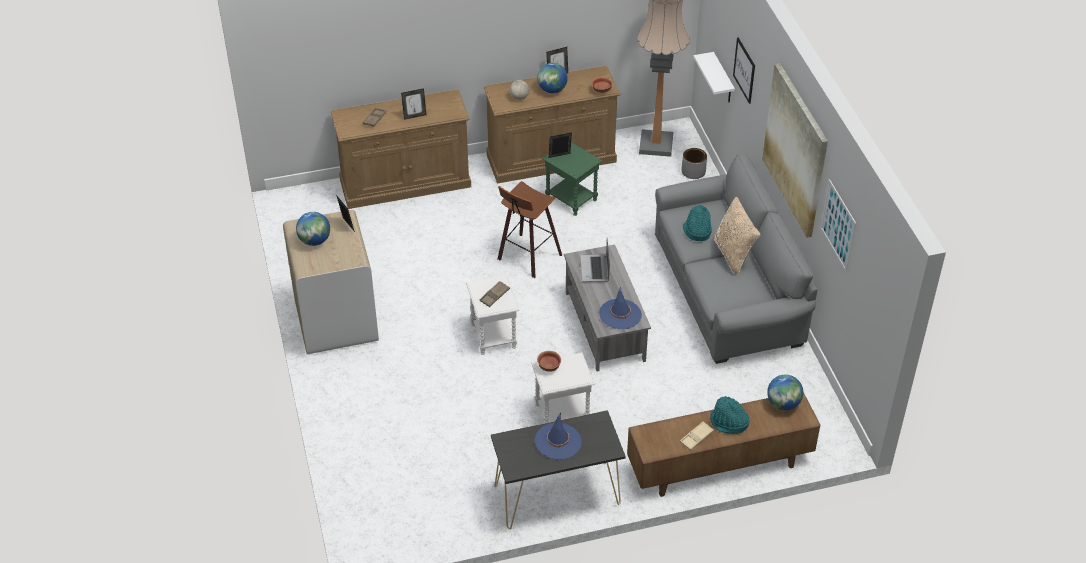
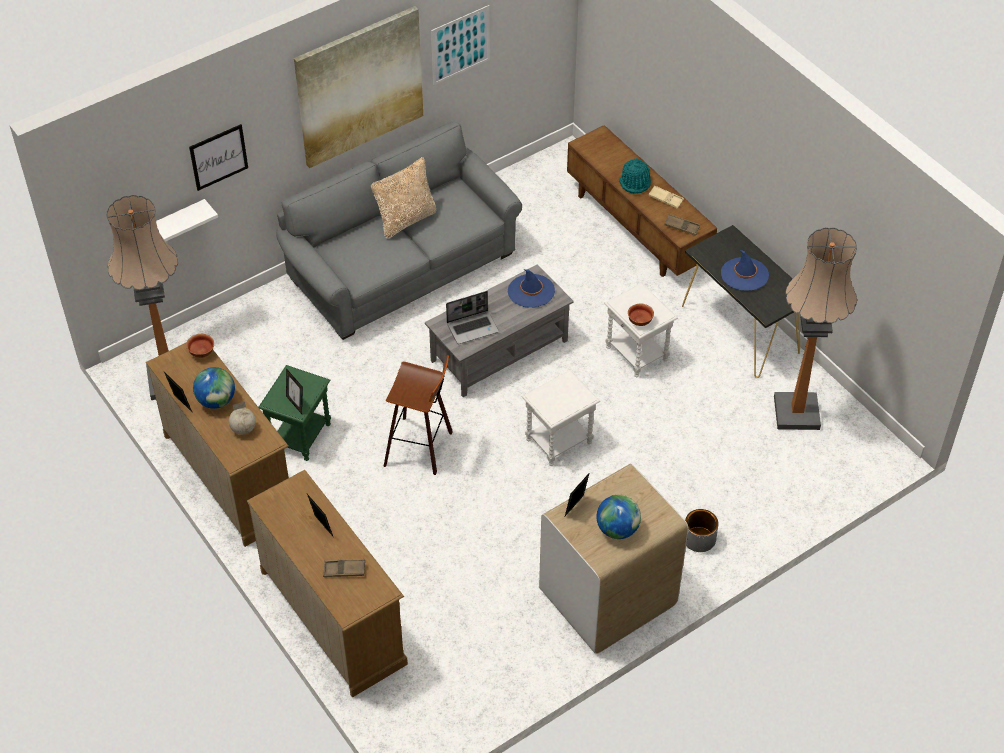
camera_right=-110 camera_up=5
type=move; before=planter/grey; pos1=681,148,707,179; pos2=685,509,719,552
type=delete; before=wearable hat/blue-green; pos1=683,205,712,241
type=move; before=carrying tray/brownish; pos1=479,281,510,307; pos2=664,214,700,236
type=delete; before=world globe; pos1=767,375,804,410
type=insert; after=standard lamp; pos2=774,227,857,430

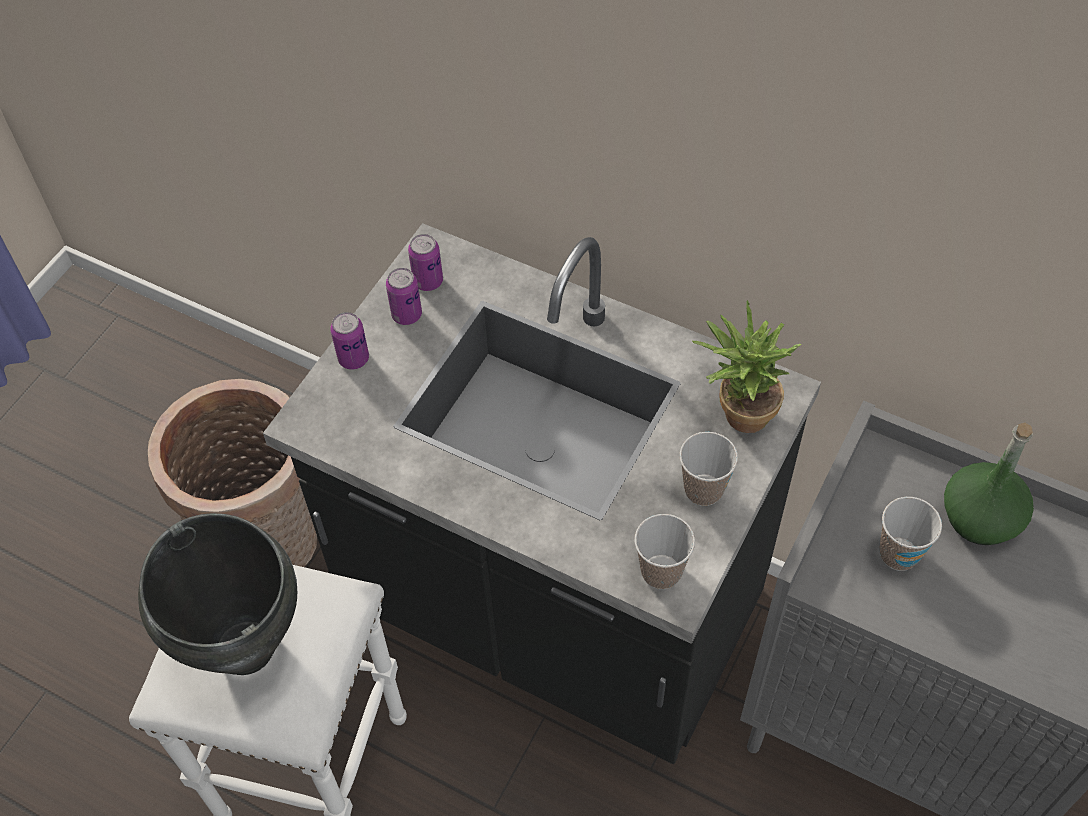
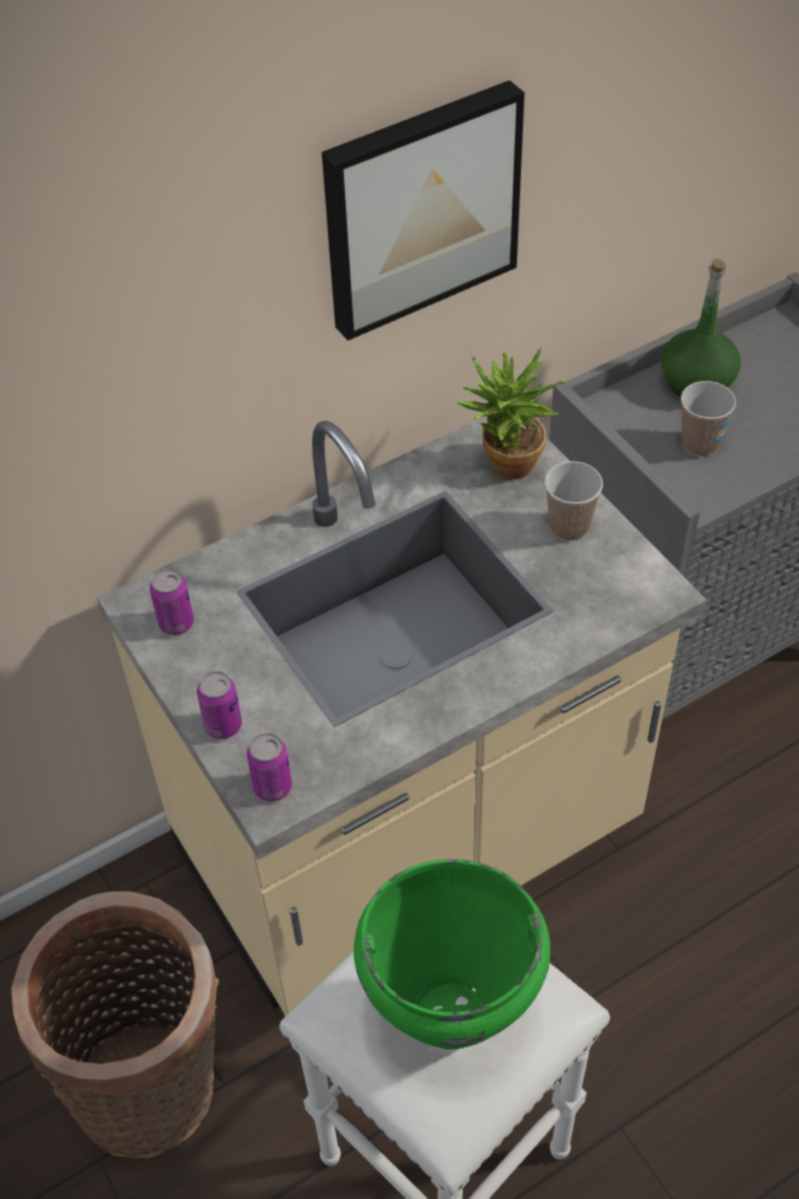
camera_right=-60 camera_up=-5
type=recolor; before=kitchen counter/blackish; after=kitchen counter/sand-coloured; pos1=263,223,821,764; pos2=97,416,707,1016
type=move; before=metal can; pos1=386,268,422,325; pos2=247,733,292,802
type=recolor; before=cooking pot/blackish; after=cooking pot/green; pos1=138,513,297,675; pos2=354,859,551,1050
type=delete; before=cup; pos1=634,514,695,589
type=insert; after=wall picture; pos2=322,80,525,340

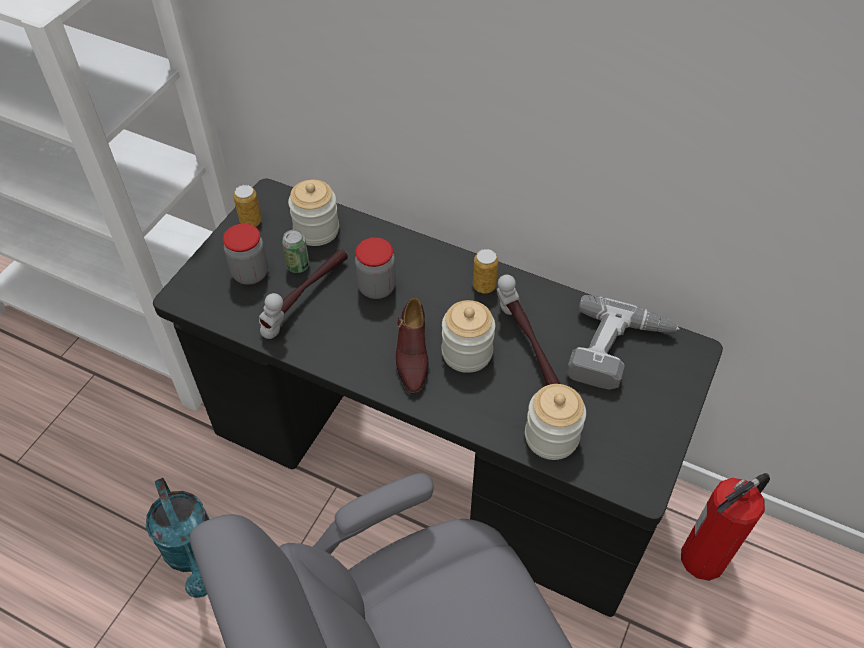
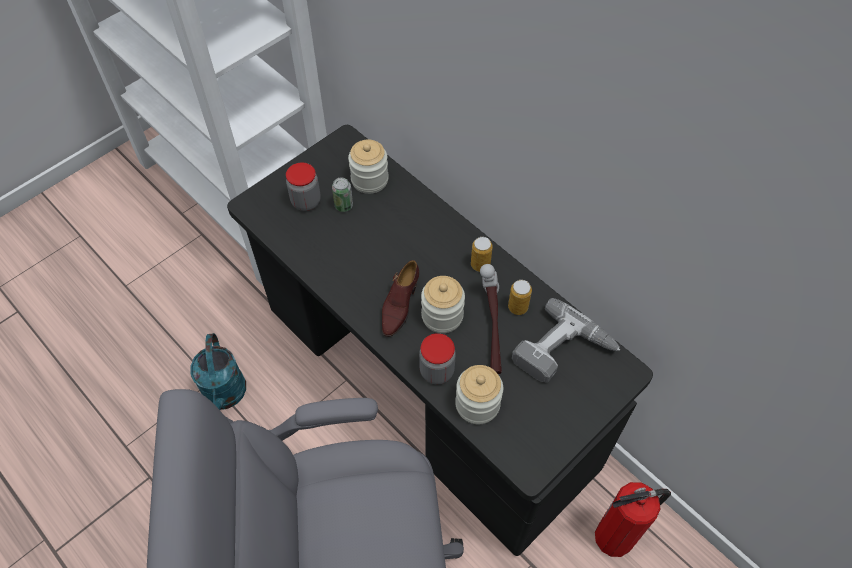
camera_right=20 camera_up=5
type=move; before=metal can; pos1=233,185,262,227; pos2=508,280,532,315
type=move; before=preserve jar; pos1=355,237,396,299; pos2=419,333,456,384
type=delete; before=tool hammer; pos1=259,249,348,339

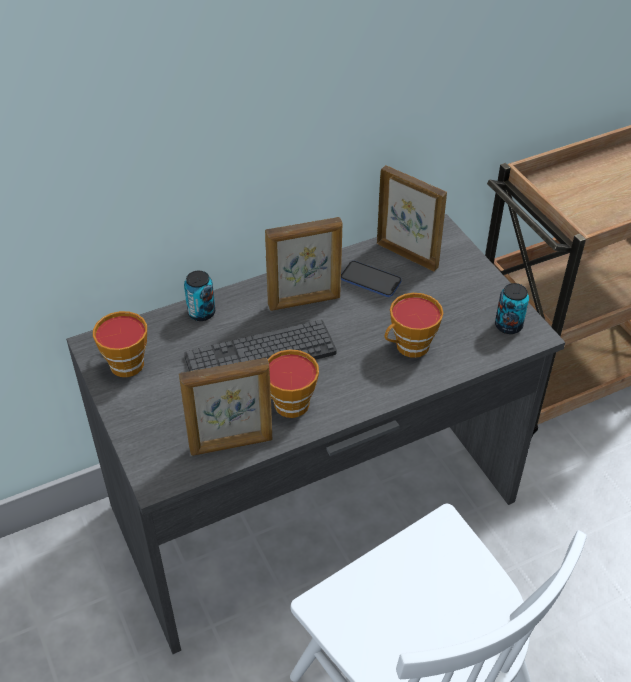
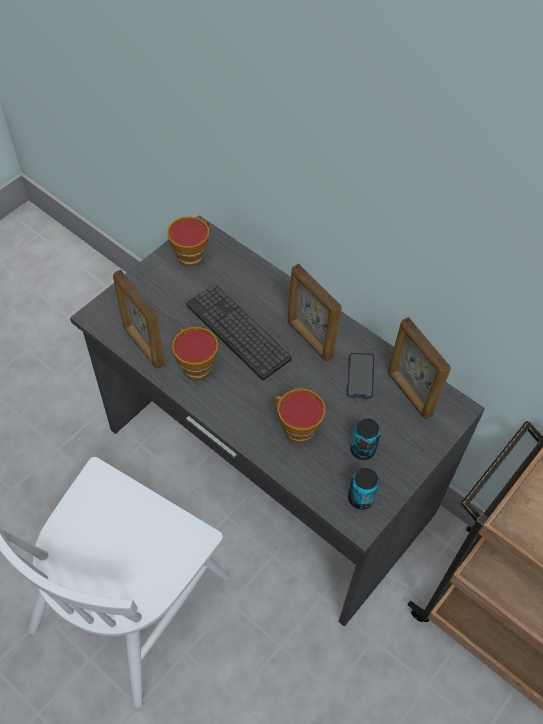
camera_right=65 camera_up=10
type=rotate; before=standing frame; pos1=377,165,447,271; pos2=388,317,451,419; turn=135
type=move; before=metal can; pos1=184,271,215,321; pos2=350,418,381,460

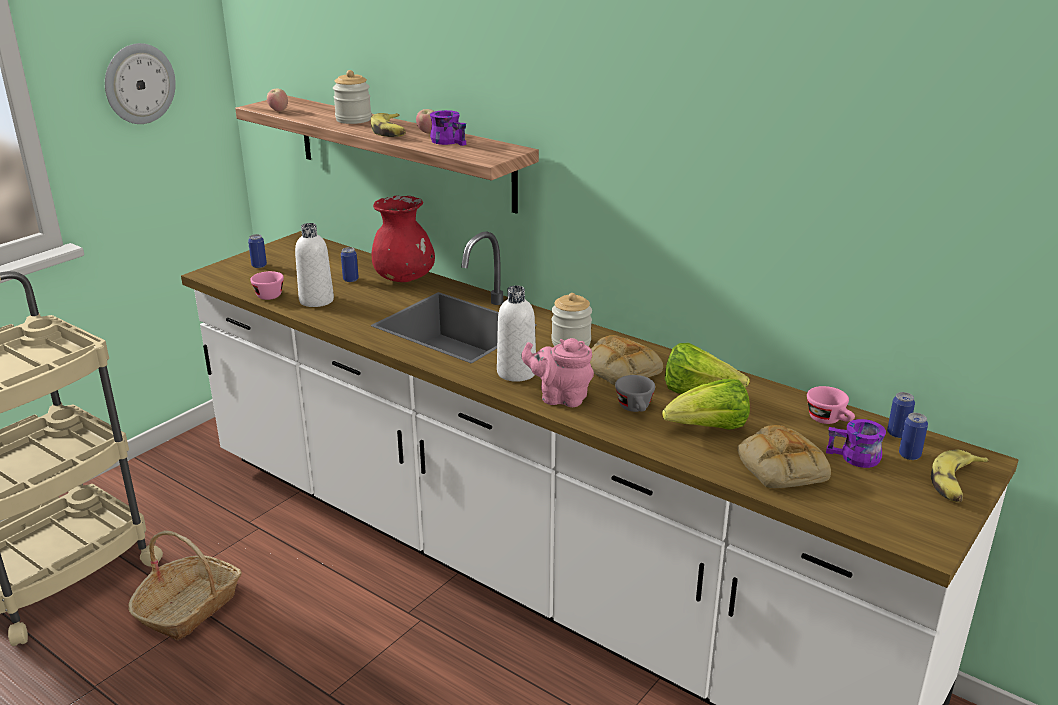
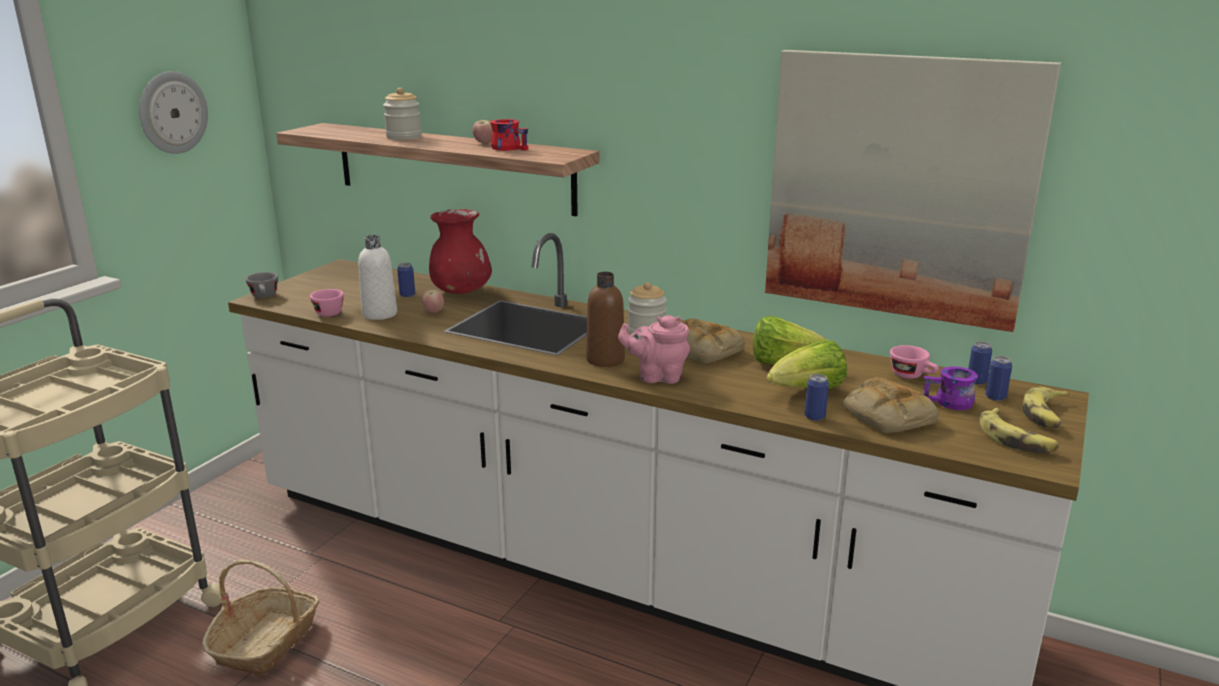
camera_right=-10 camera_up=-5
type=move; before=whole apple; pos1=267,89,288,111; pos2=422,290,444,313
type=recolor; before=tea mug/purple; after=tea mug/reddish; pos1=430,110,466,146; pos2=490,119,528,151
type=move; before=whole banana; pos1=371,113,406,137; pos2=979,408,1059,453
type=move; before=metal can; pos1=248,234,267,268; pos2=805,374,829,421
type=recolor; before=bottle/white-coloured; after=bottle/brownish; pos1=497,286,536,382; pos2=586,272,625,367
type=move; before=cup/grey; pos1=615,375,655,412; pos2=245,272,278,298
type=insert; after=wall picture; pos2=765,50,1061,332

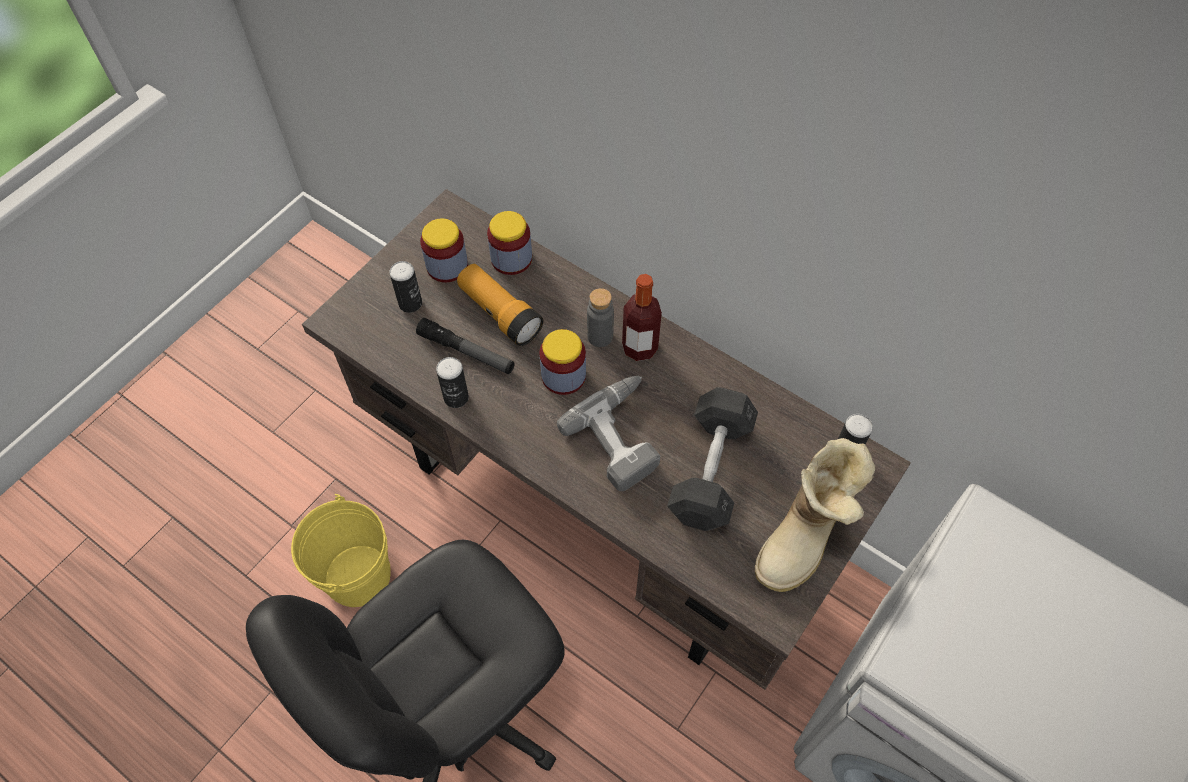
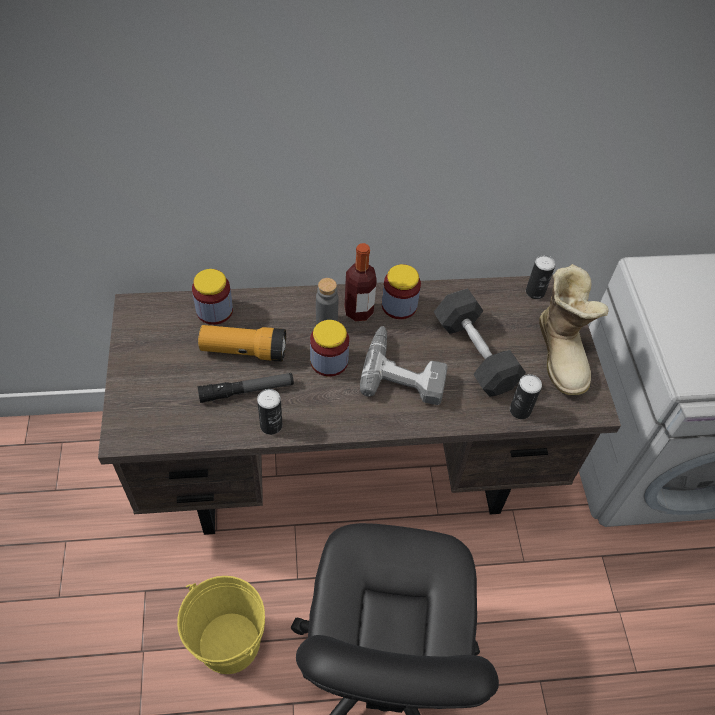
camera_right=-45 camera_up=-5
type=move; before=preserve jar; pos1=420,218,468,282; pos2=382,264,421,319
type=move; before=metal can; pos1=389,261,422,313; pos2=510,374,542,419

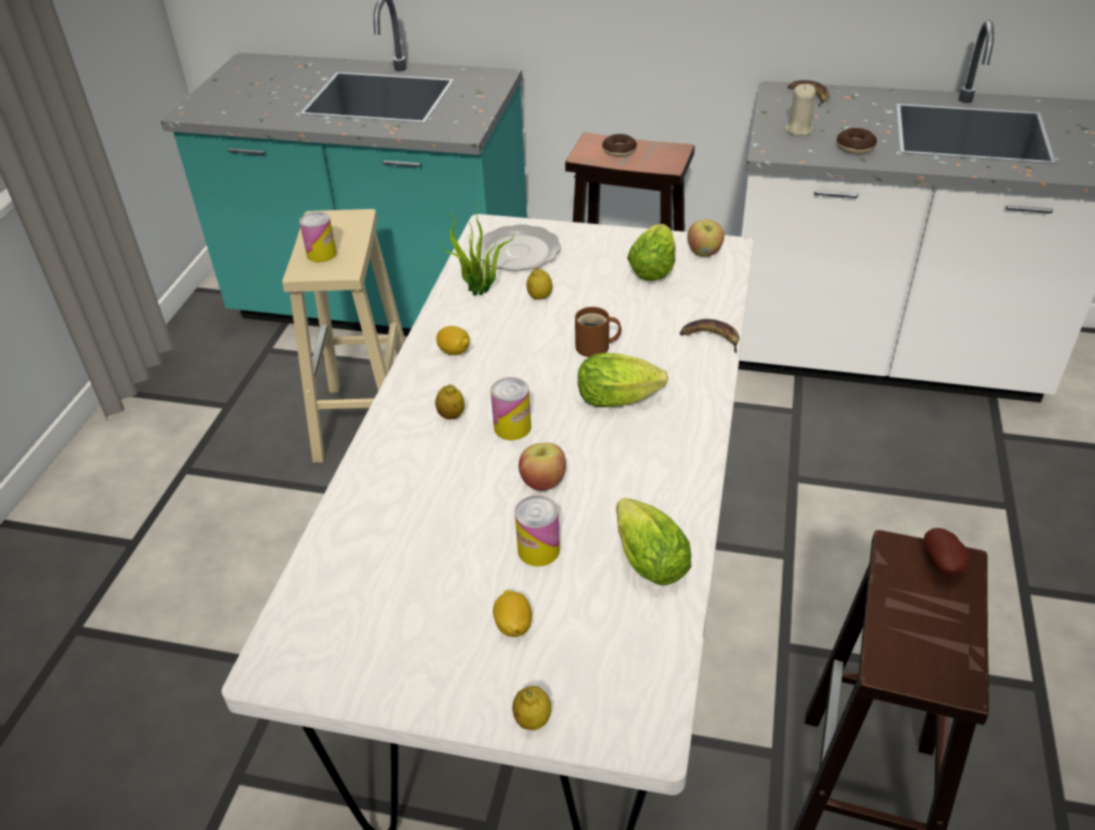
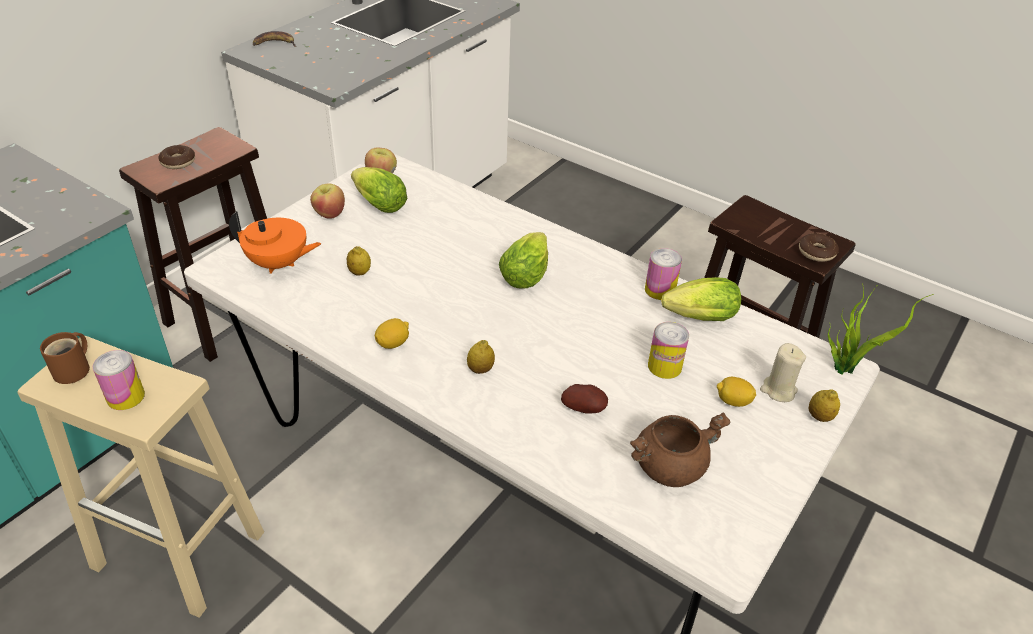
camera_right=-70 camera_up=0
type=move; before=wax candle/sand-coloured; pos1=785,84,816,136; pos2=760,343,806,402
type=move; before=ring doughnut; pos1=837,128,877,154; pos2=799,233,839,262
type=move; before=plant in a pot; pos1=439,202,514,295; pos2=828,283,934,374
type=replace; before=flat dish; after=pot for tea/orange-coloured; pos1=476,224,561,271; pos2=229,211,321,274
type=move; before=tea mug/brownish; pos1=575,307,621,357; pos2=40,332,90,384
type=delete; before=whole banana; pos1=680,319,739,353
type=move; before=metal can; pos1=491,377,531,440; pos2=645,248,682,300
type=move; before=whole apple; pos1=519,443,566,491; pos2=310,183,345,219
type=move; before=potato; pos1=924,528,969,576; pos2=561,384,608,413
type=insert; after=cooking pot/brownish; pos2=630,413,731,487

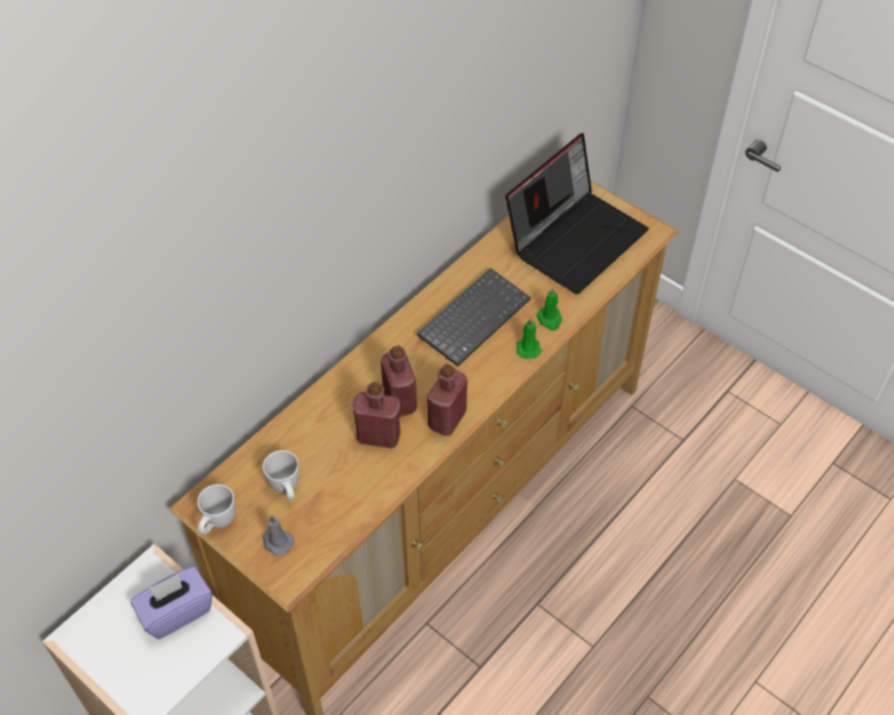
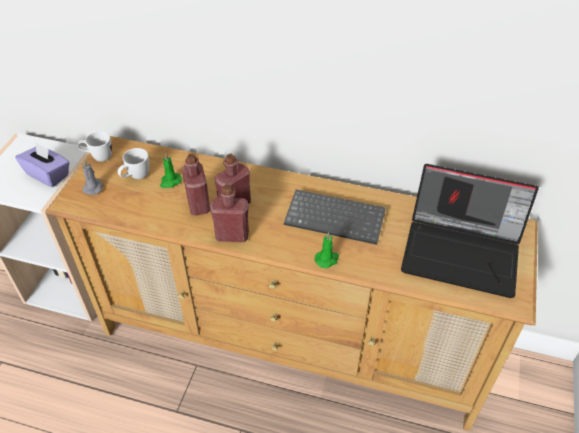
camera_right=65 camera_up=-5
type=move; before=wax candle/green; pos1=536,287,562,331; pos2=160,154,182,188

